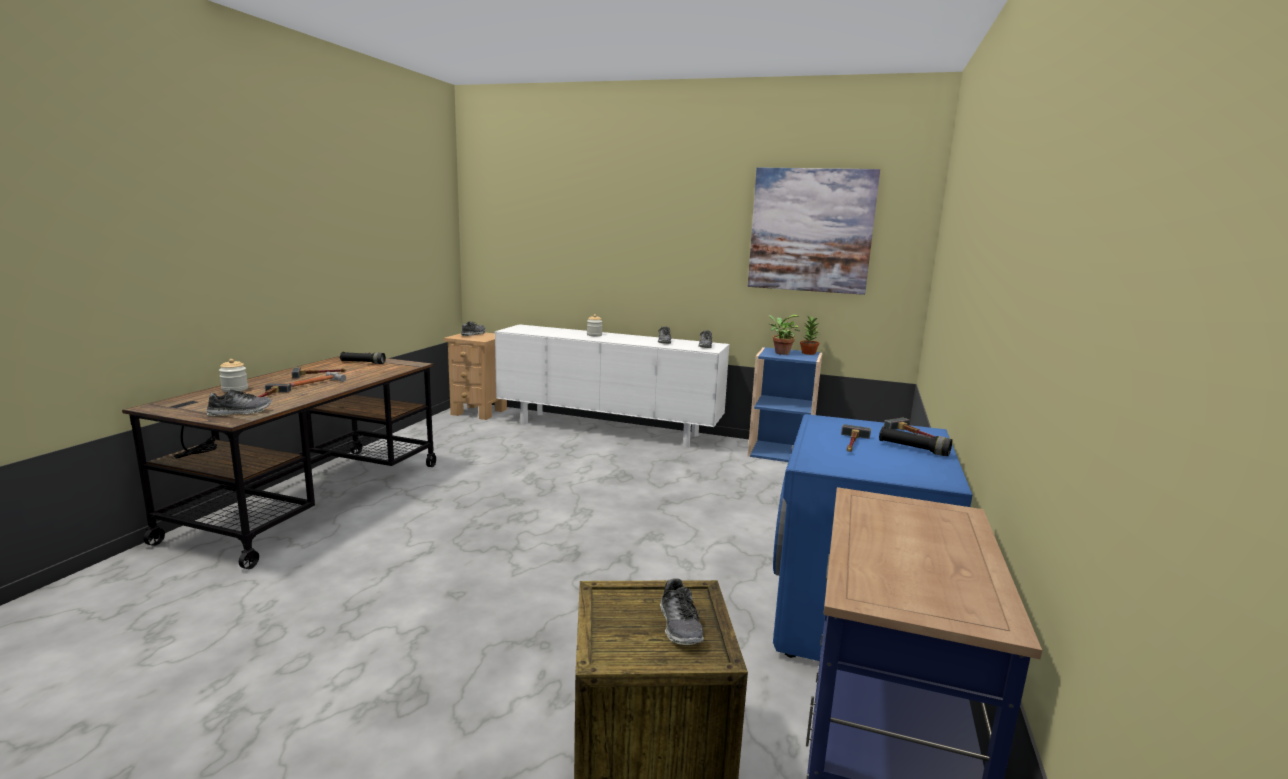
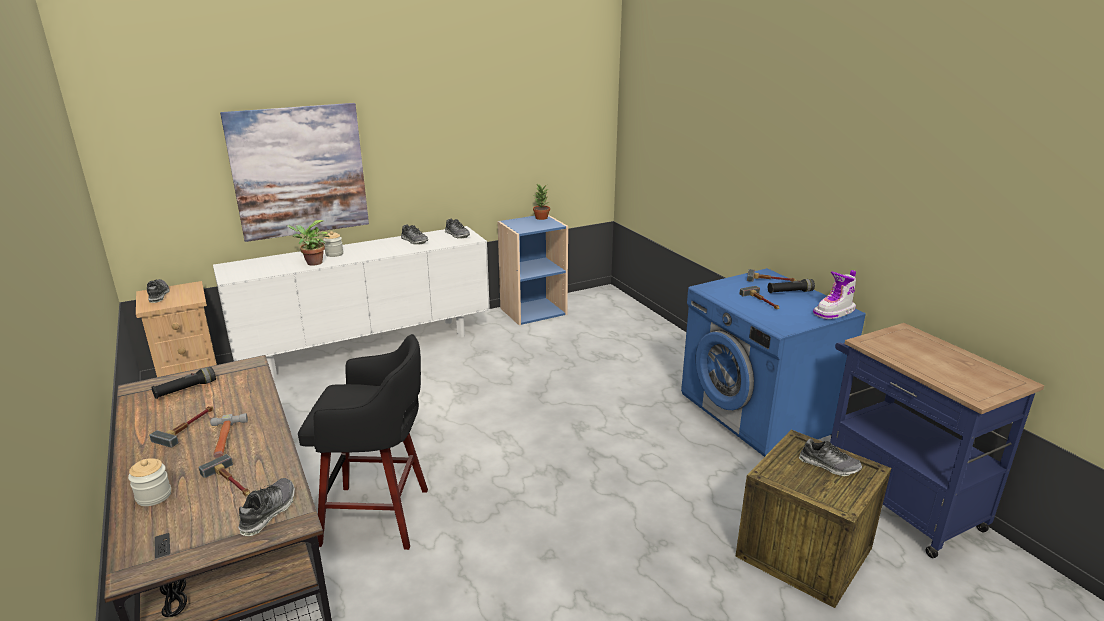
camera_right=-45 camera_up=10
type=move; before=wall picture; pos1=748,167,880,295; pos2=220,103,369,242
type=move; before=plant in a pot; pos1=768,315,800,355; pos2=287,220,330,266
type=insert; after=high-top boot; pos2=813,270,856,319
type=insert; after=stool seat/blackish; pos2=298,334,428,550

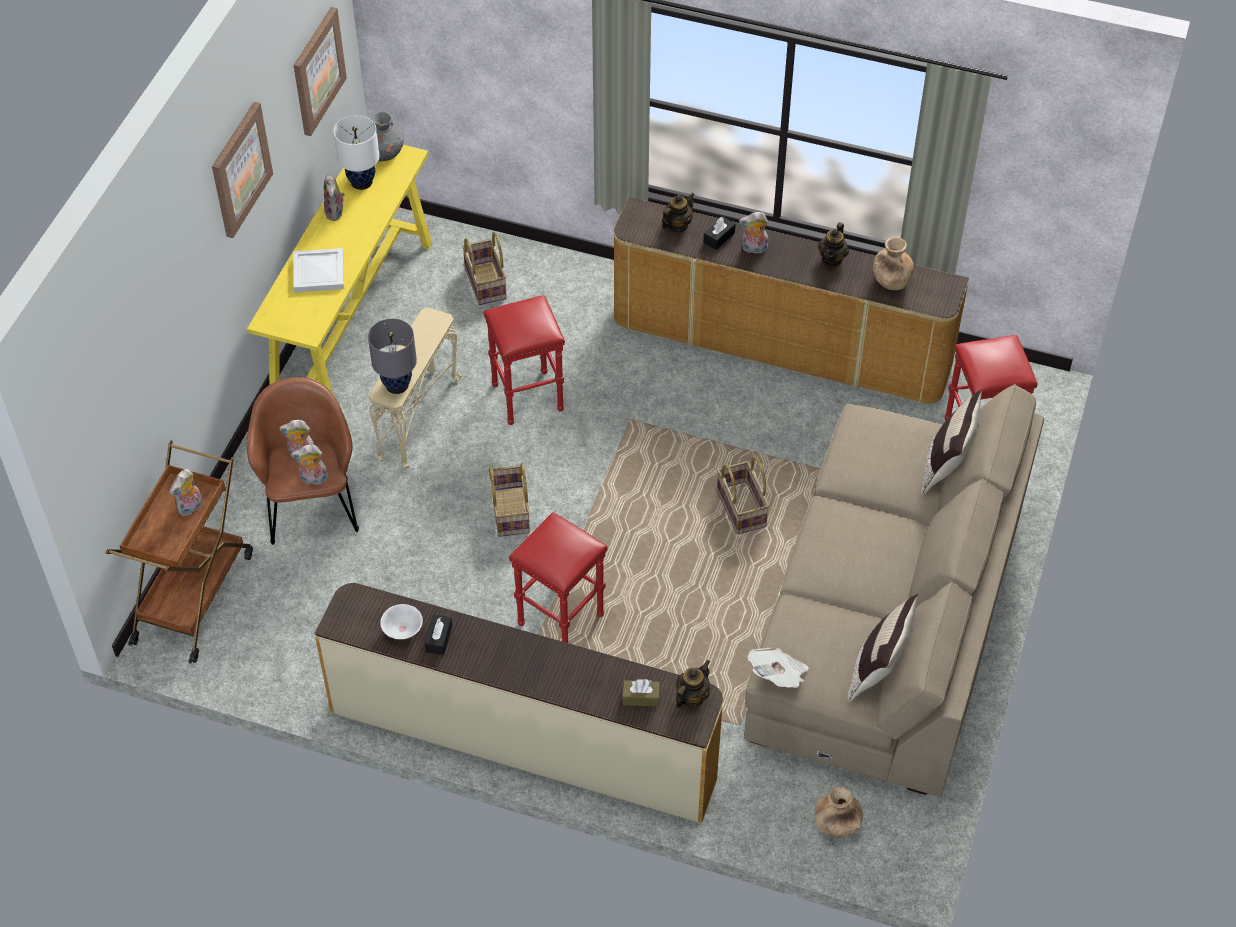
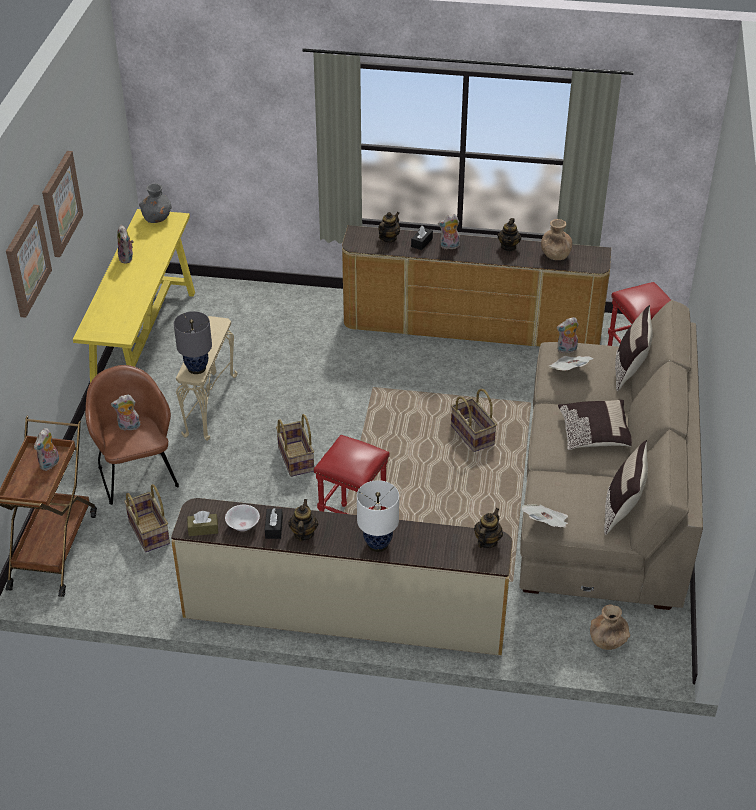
camera_right=-10 camera_up=-10
type=move; before=wall picture; pos1=293,7,347,136; pos2=6,205,52,318
type=move; before=lamp for a table/white-coloured; pos1=333,115,380,190; pos2=357,480,399,552
type=move; before=basket; pos1=462,232,507,305; pos2=124,484,170,552
type=delete; before=carrying tray/white-coloured; pos1=293,248,344,292
type=delete; before=stool seat/reddish; pos1=484,295,565,425
type=move; before=soft toy; pos1=291,444,328,485; pos2=557,317,579,353
type=move; before=box of tissues/brownish; pos1=622,679,660,707; pos2=187,511,218,536
type=insert; after=newspaper; pos2=549,356,593,370
type=insert; after=pillow; pos2=558,400,632,450
type=insert; after=pot for tea; pos2=288,499,318,541

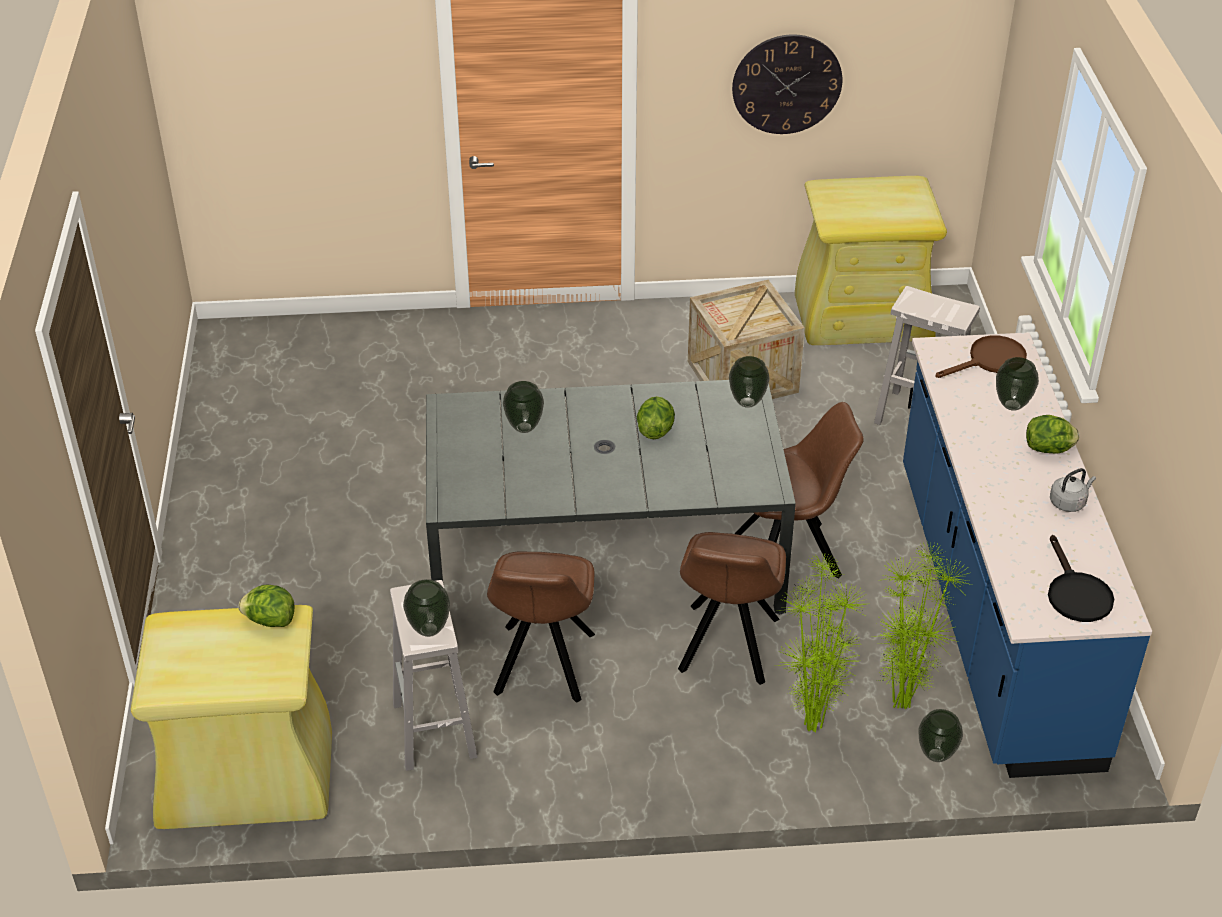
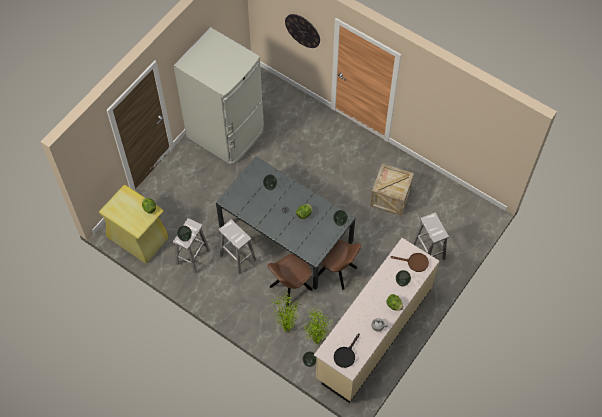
camera_right=40 camera_up=20
type=move; before=wall clock; pos1=732,34,842,134; pos2=285,14,320,48
type=delete; before=nightstand/yellow; pos1=795,176,947,345
type=recolor; before=kitchen counter/blue-coloured; after=kitchen counter/sand-coloured; pos1=903,333,1152,778; pos2=314,238,439,403
type=replace; before=chair/brownish; after=stool seat/white-coloured; pos1=487,551,595,703; pos2=219,219,256,274
type=insert; after=kitchen fridge/white-coloured; pos2=173,27,264,166

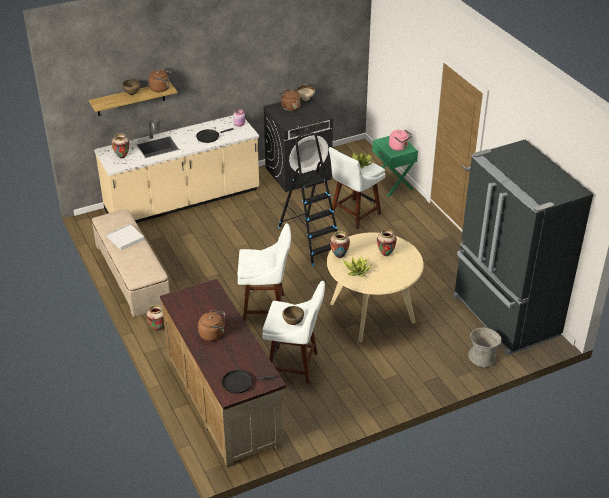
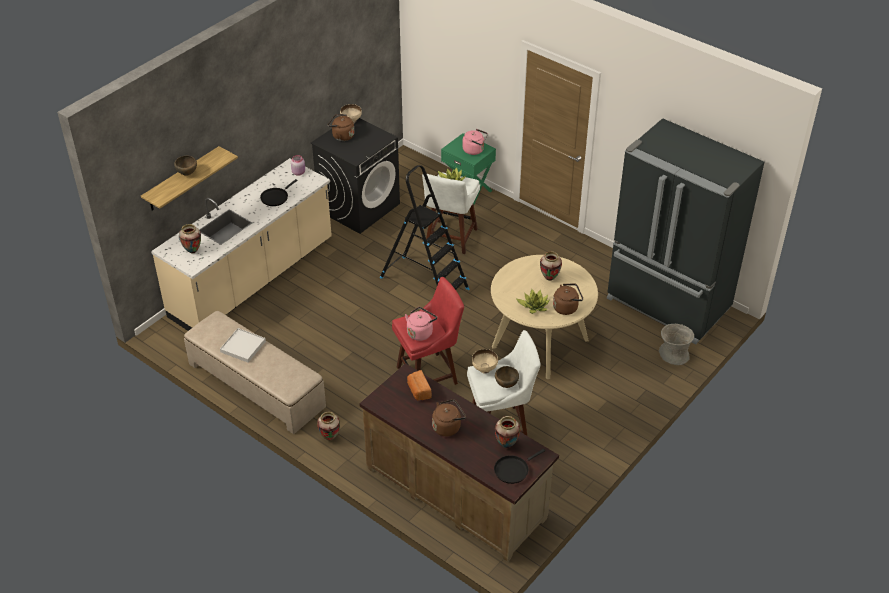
camera_right=-25 camera_up=5
type=move; before=kettle/brownish; pos1=149,68,172,92; pos2=553,284,583,315
type=recolor; before=stool seat/white-coloured; after=stool seat/reddish; pos1=237,223,291,322; pos2=392,277,464,385
type=move; before=vase; pos1=330,231,350,258; pos2=495,416,520,448
type=insert; after=kettle/pink-coloured; pos2=405,307,437,341
type=insert; after=deep dish/sand-coloured; pos2=472,349,498,373
type=insert; after=baked bread; pos2=407,370,432,400

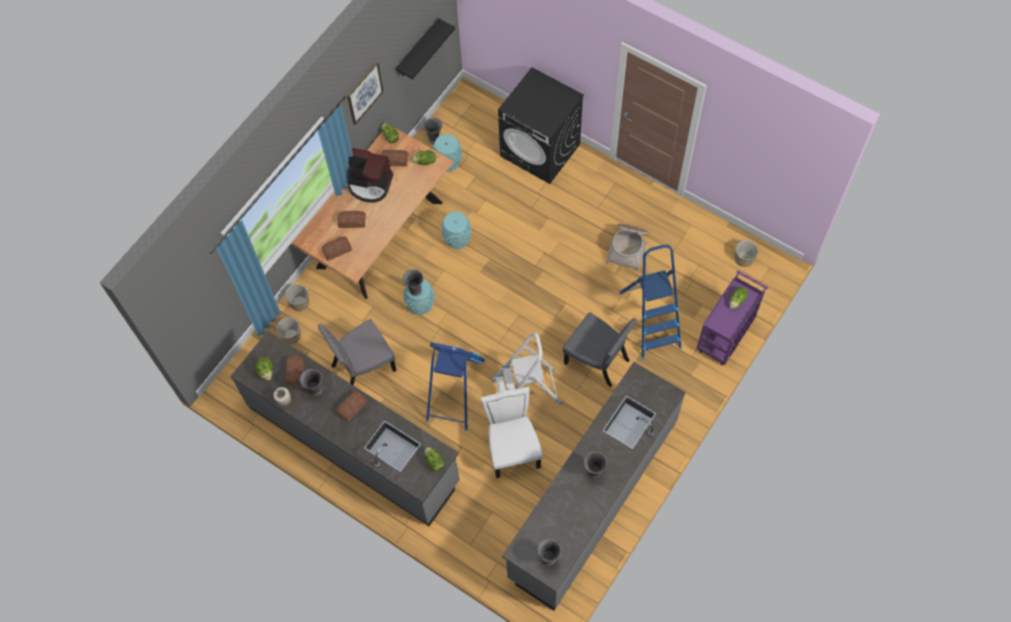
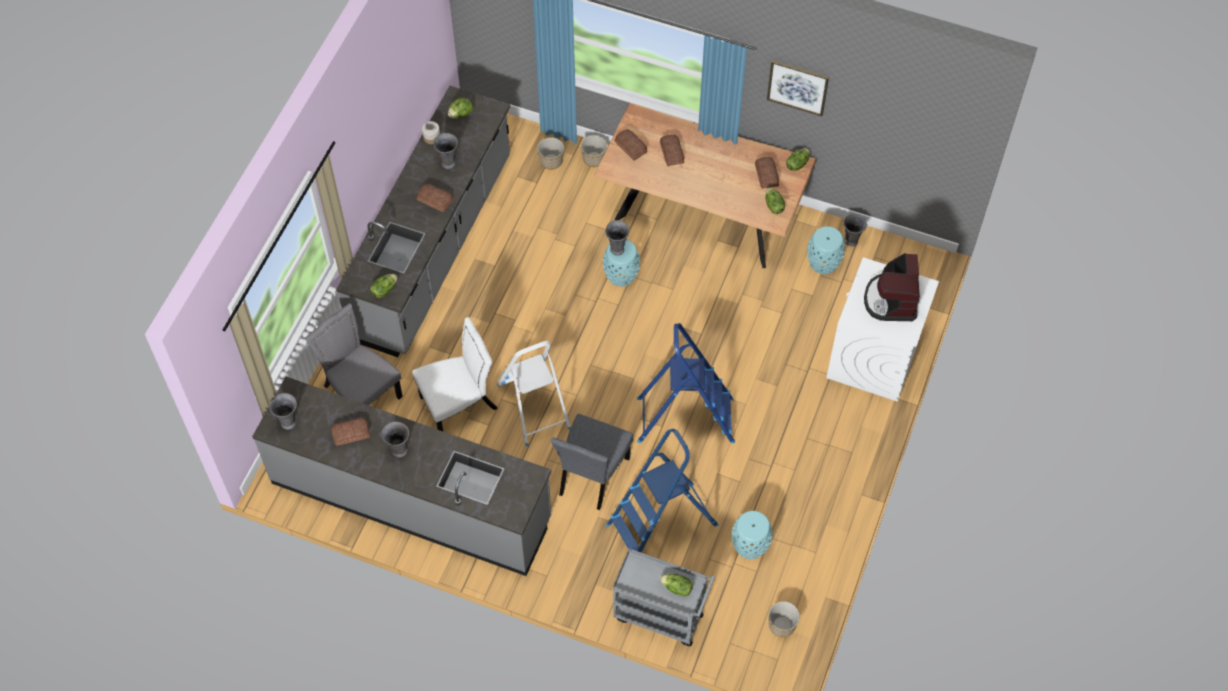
camera_right=75 camera_up=-5
type=delete; before=wall shelf/blackish; pos1=396,18,455,79
type=recolor; before=laundry appliance/blackish; after=laundry appliance/white-coloured; pos1=498,67,584,184; pos2=826,257,939,402
type=move; before=coffee brewer; pos1=348,148,393,202; pos2=864,253,920,321
type=move; before=stool seat/blue-green; pos1=441,212,471,249; pos2=732,511,773,559
type=delete; before=basket; pos1=606,224,648,272
type=recolor; before=trolley/purple; after=trolley/grey; pos1=697,270,769,365; pos2=613,549,715,646
type=move; before=chair/grey; pos1=318,319,396,385; pos2=305,303,403,405
type=move; before=step ladder/blue-coloured; pos1=426,342,485,431; pos2=637,323,735,443
type=move; before=baked bread; pos1=285,356,303,385; pos2=331,418,370,446

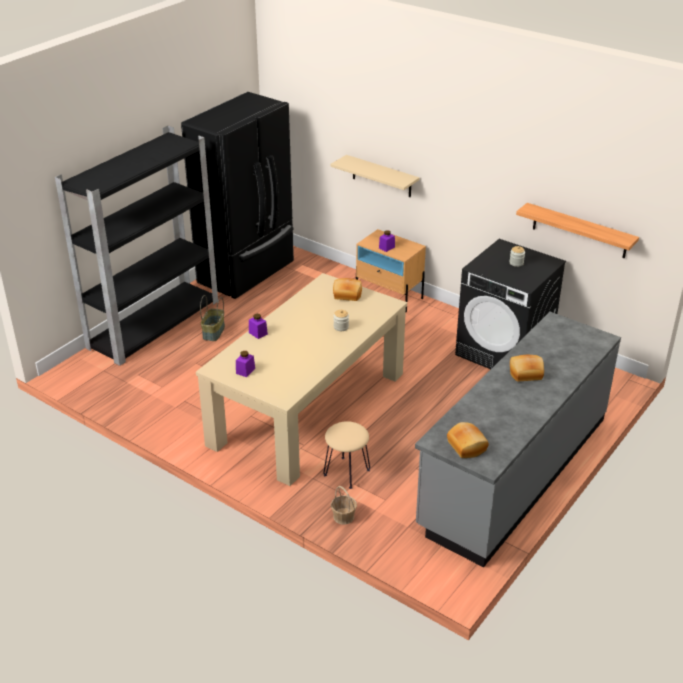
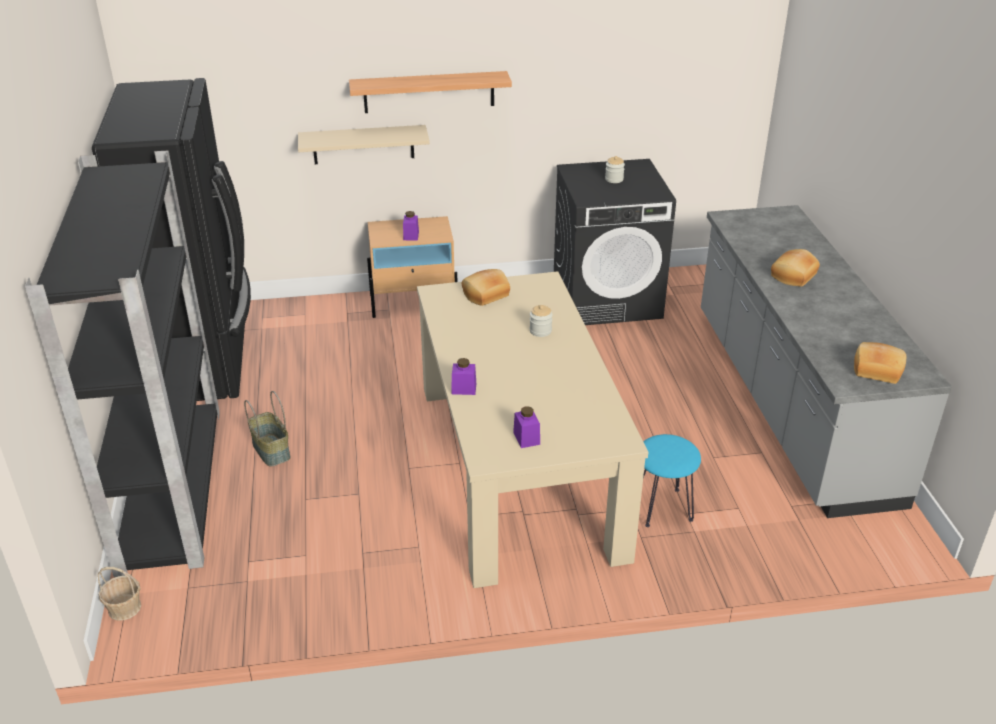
camera_right=-45 camera_up=0
type=move; before=wall shelf; pos1=516,203,639,258; pos2=349,71,512,113
type=recolor; before=stool seat/sand-coloured; after=stool seat/blue-green; pos1=323,421,370,489; pos2=643,434,701,527
type=move; before=basket; pos1=331,486,357,524; pos2=98,567,141,620

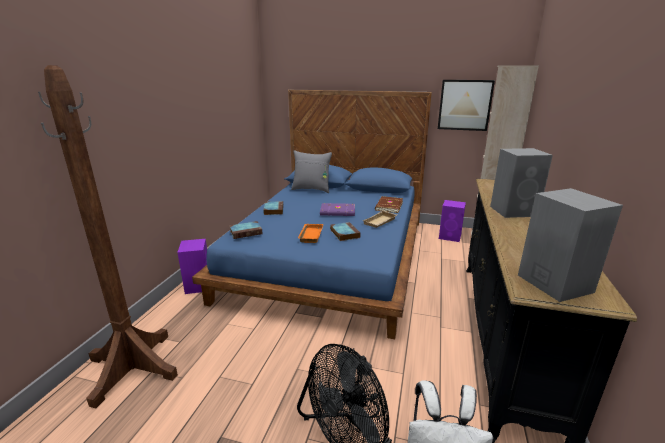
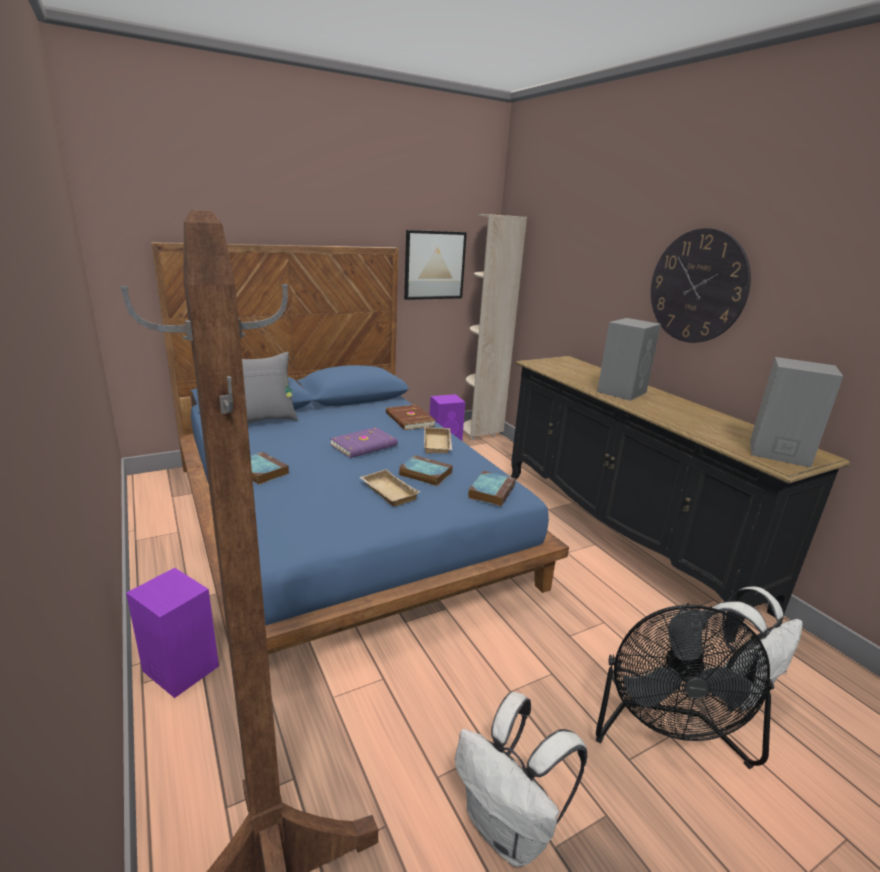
camera_right=-45 camera_up=0
type=move; before=book; pos1=229,221,262,239; pos2=468,471,516,506
type=recolor; before=carrying tray/orange-coloured; after=carrying tray/sand-coloured; pos1=298,224,323,243; pos2=359,469,420,507
type=insert; after=wall clock; pos2=651,228,751,343
type=insert; after=rucksack/white-coloured; pos2=455,692,587,867

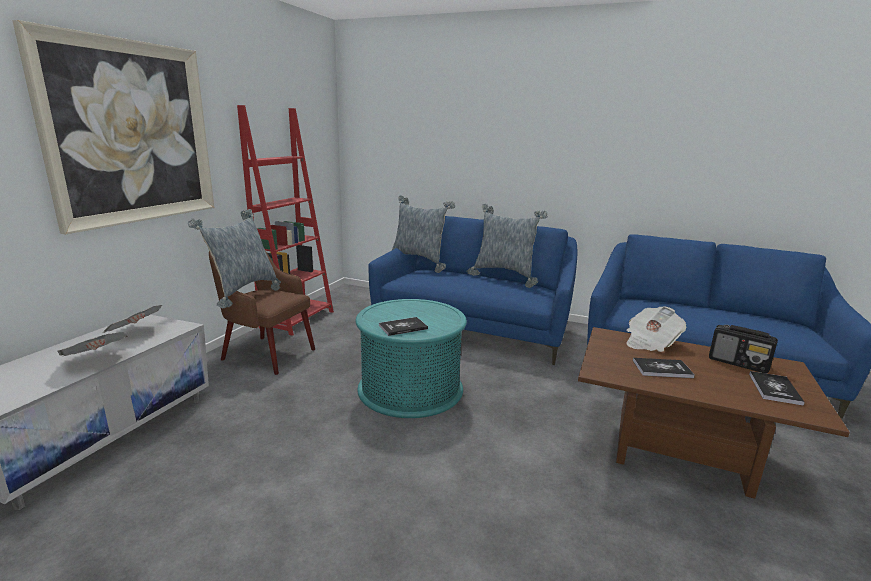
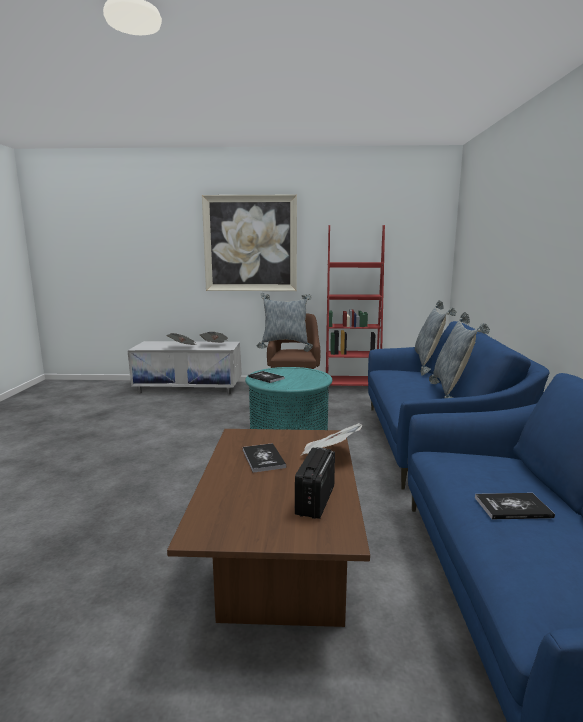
camera_right=70 camera_up=-5
type=move; before=book; pos1=749,371,805,405; pos2=475,493,555,519

